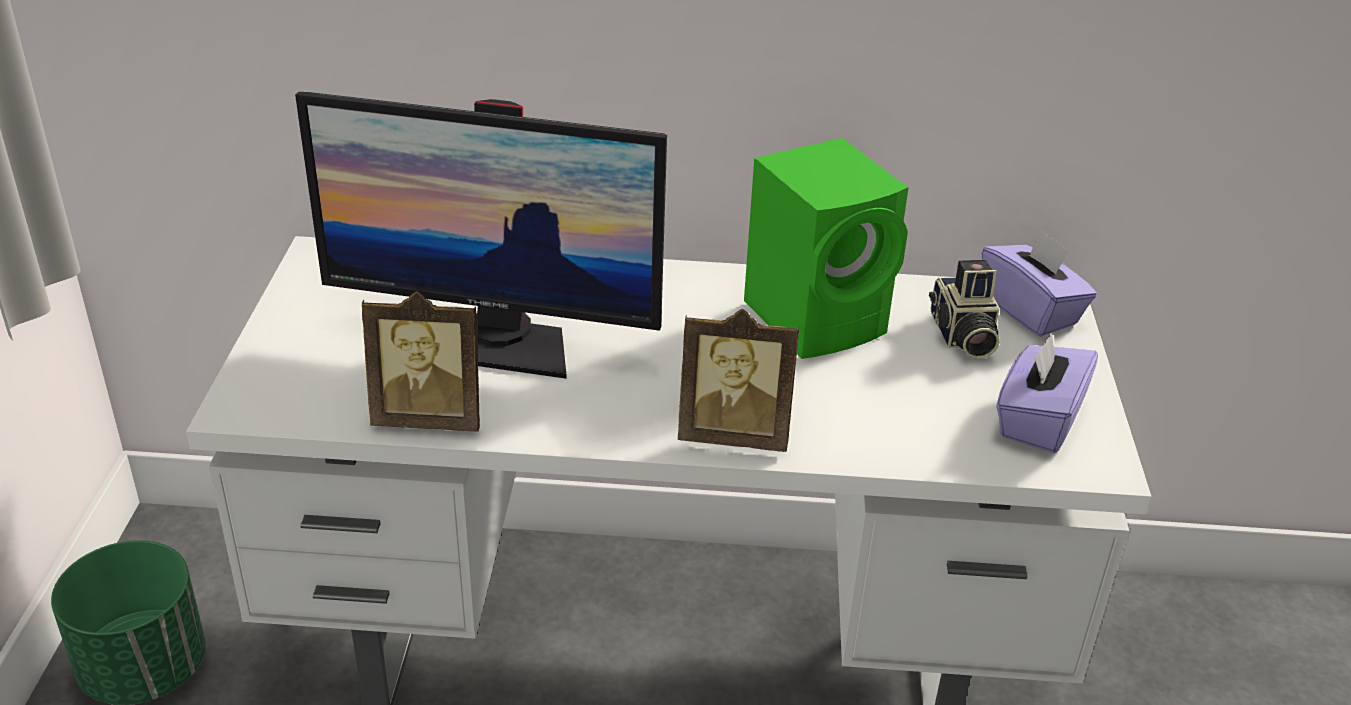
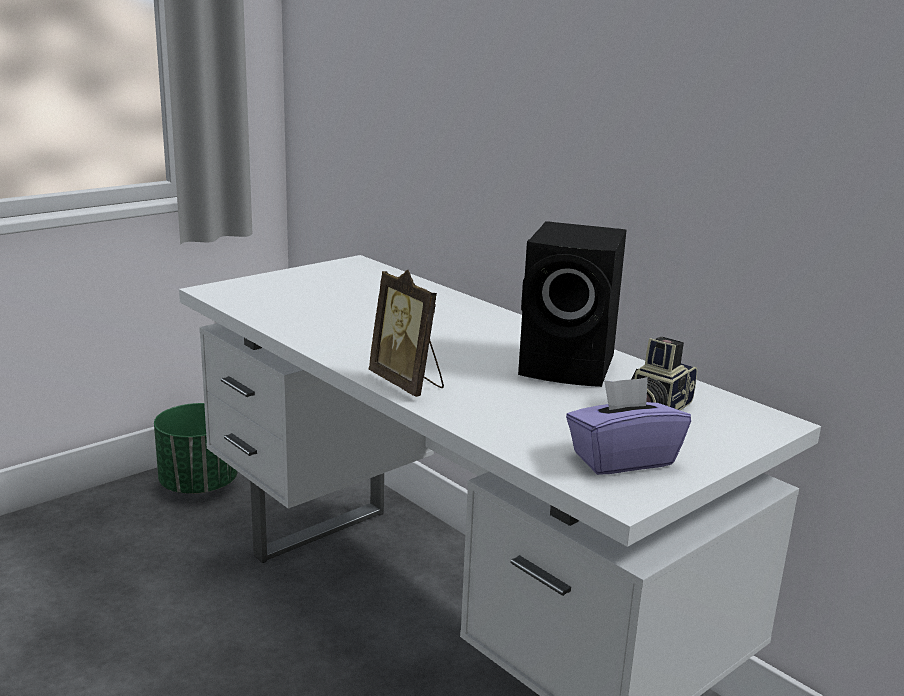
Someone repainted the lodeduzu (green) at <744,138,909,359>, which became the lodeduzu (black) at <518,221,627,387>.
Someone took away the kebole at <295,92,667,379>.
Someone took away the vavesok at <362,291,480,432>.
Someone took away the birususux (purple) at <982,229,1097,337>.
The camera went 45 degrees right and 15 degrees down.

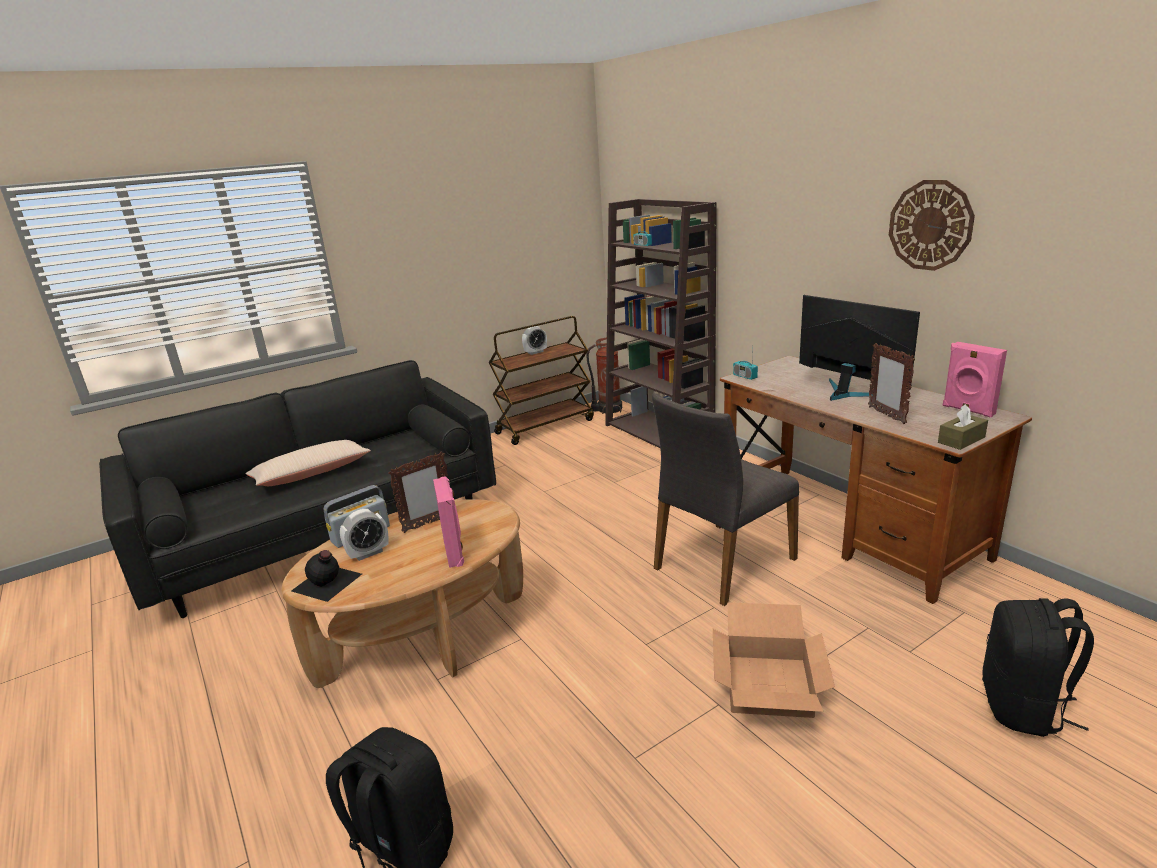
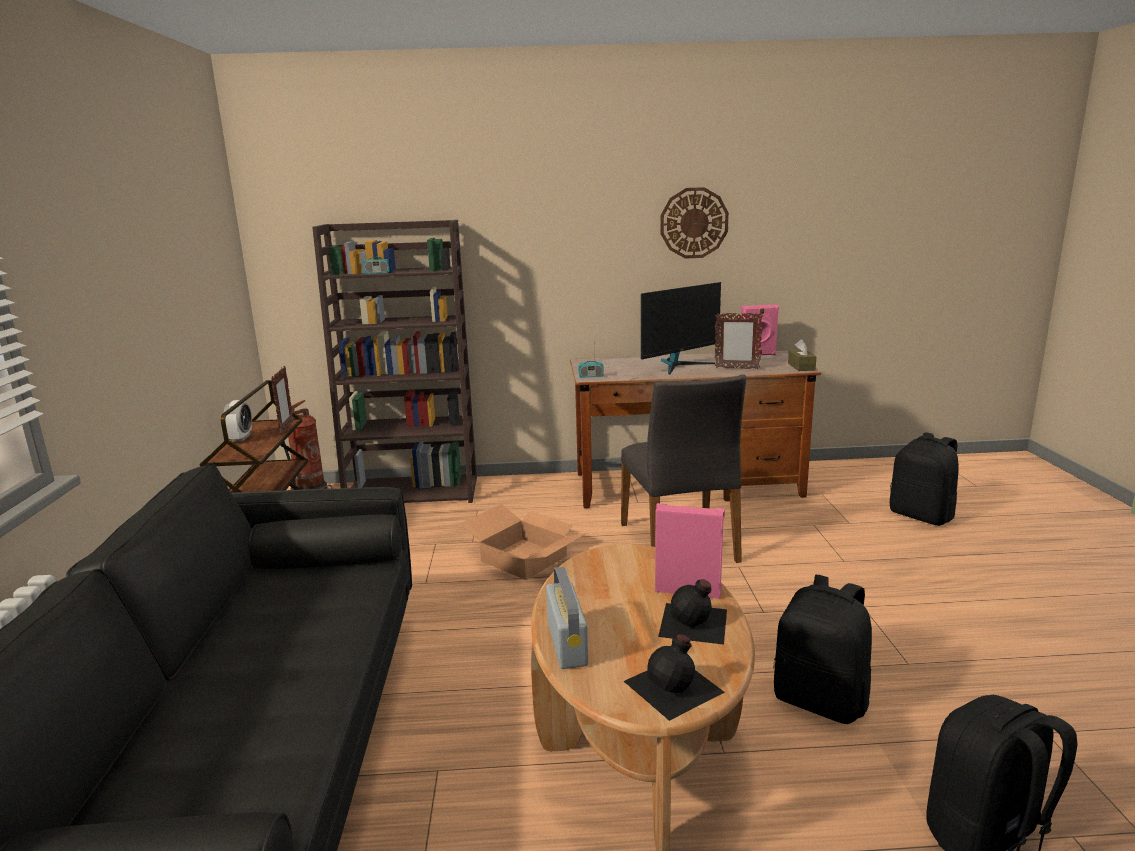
Someone carried the vavesok from <388,451,448,533> to <271,366,294,435>.
Someone carried the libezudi from <713,602,835,718> to <460,504,587,580>.
Someone rotated the kebole at <799,295,920,401> by 150 degrees clockwise.
Someone put down the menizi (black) at <658,579,727,644>.
Someone put down the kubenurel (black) at <774,575,872,724>.
Someone took away the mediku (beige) at <246,440,371,486>.
Someone took away the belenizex at <340,509,389,561>.
The camera went 60 degrees left and 5 degrees down.

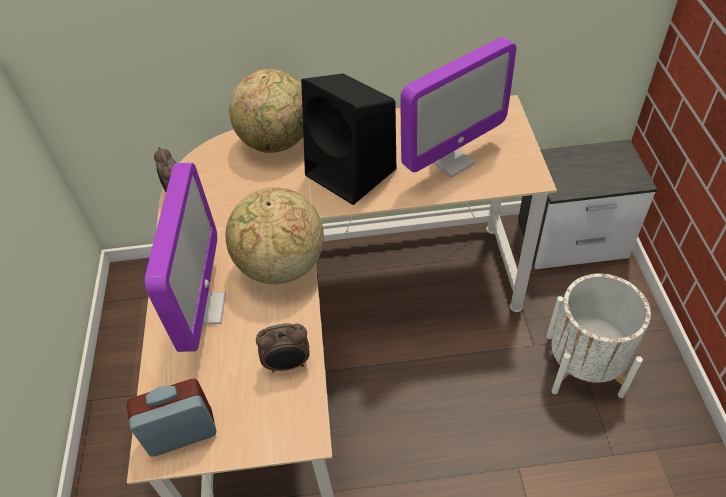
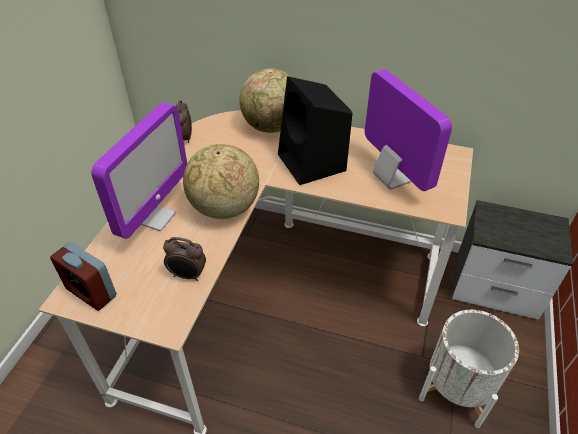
Someone rotated the belenizex at <127,379,217,457> by 150 degrees counterclockwise.
Someone rotated the kebole at <401,37,517,177> by 105 degrees counterclockwise.
The camera went 20 degrees right and 5 degrees down.

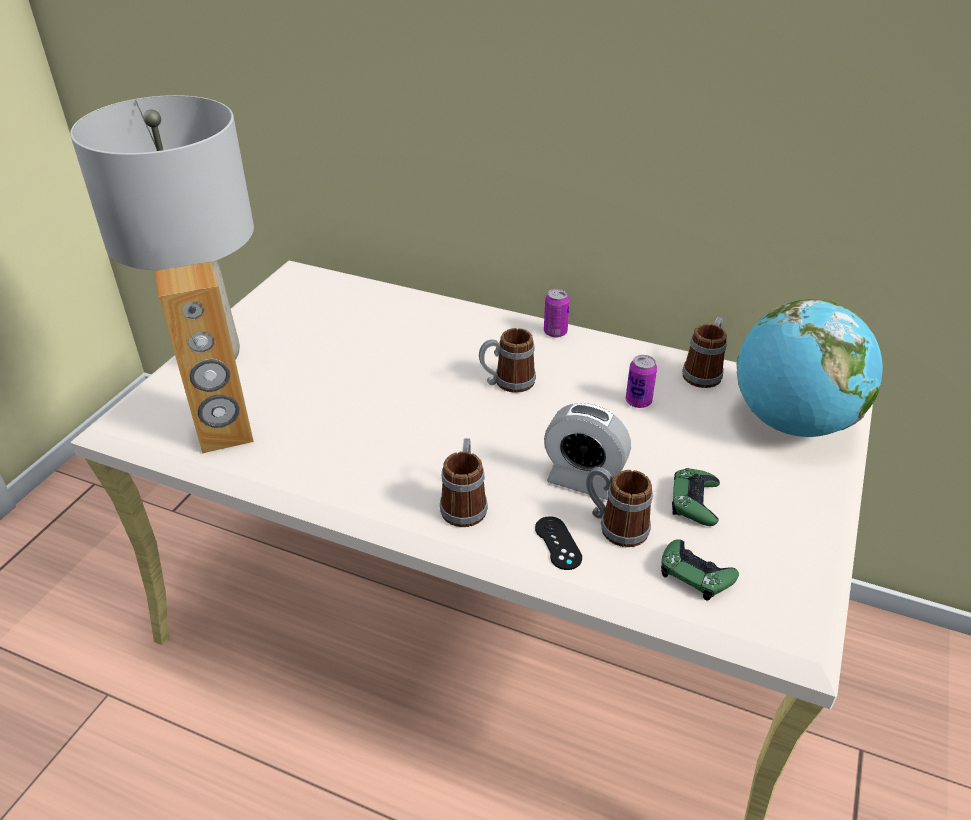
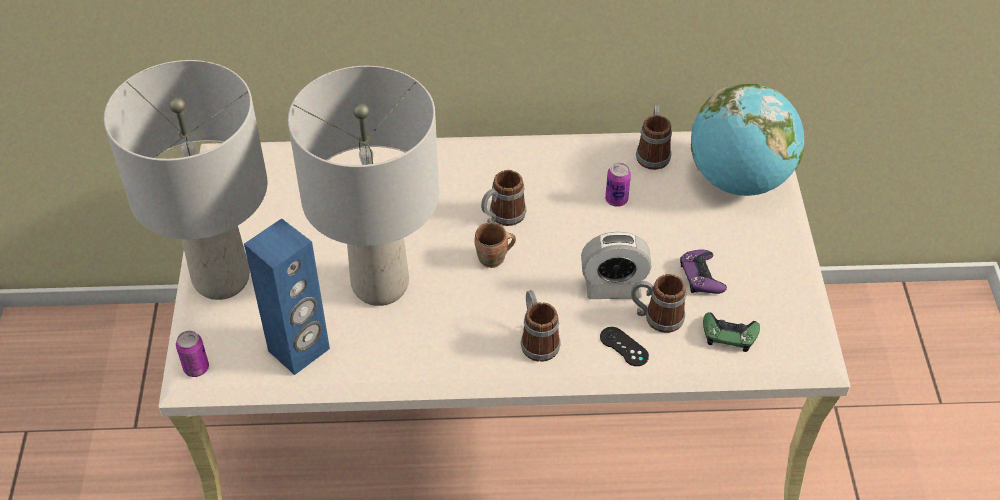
Someone carried the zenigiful from <544,288,570,337> to <176,331,209,377>.
Someone repainted the lodeduzu (brown) at <155,262,254,453>, which became the lodeduzu (blue) at <244,219,330,375>.
Someone put down the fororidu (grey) at <288,66,439,306>.
Someone put down the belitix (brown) at <475,223,516,268>.
Someone repainted the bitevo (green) at <672,468,720,526>, which became the bitevo (purple) at <680,249,727,294>.
The camera went 25 degrees left and 10 degrees up.

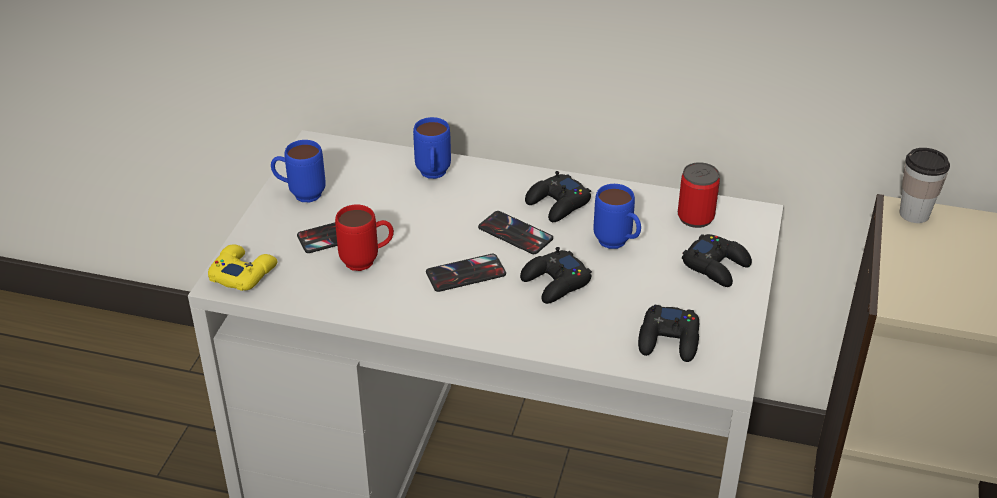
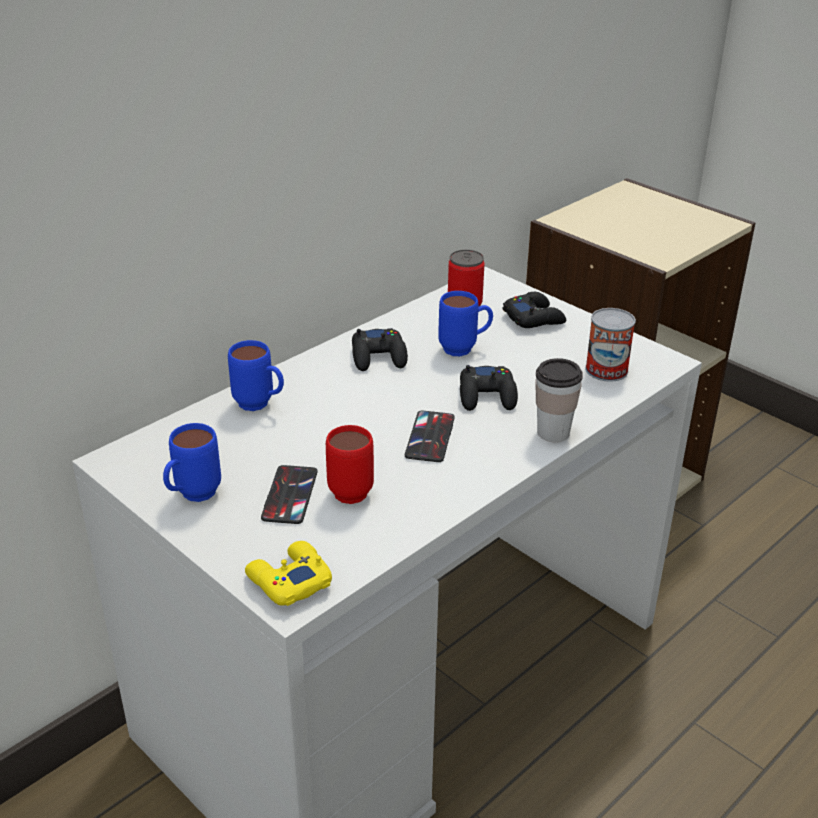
Someone carried the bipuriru from <899,148,950,223> to <536,358,583,442>.
Someone swapped the bitevo (black) at <638,304,699,362> for the zenigiful at <585,308,636,382>.
Someone took away the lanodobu at <478,211,553,254>.
The camera went 60 degrees left and 5 degrees down.

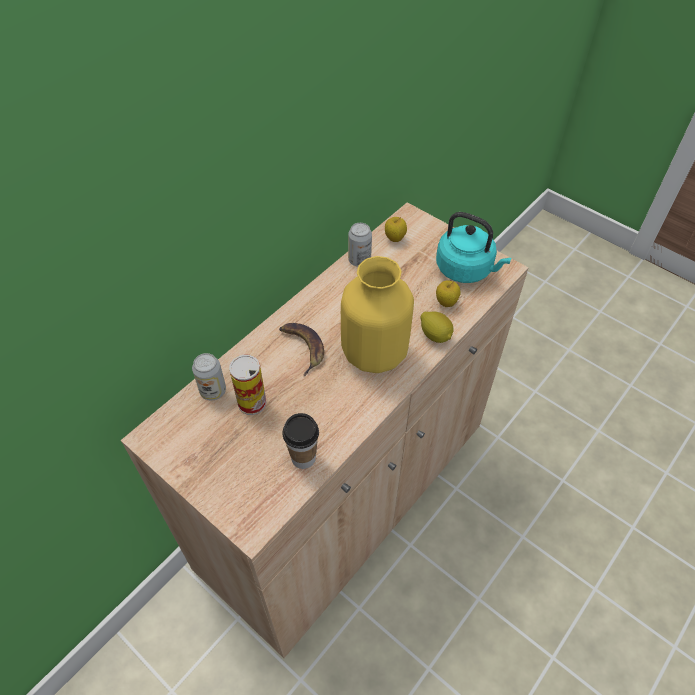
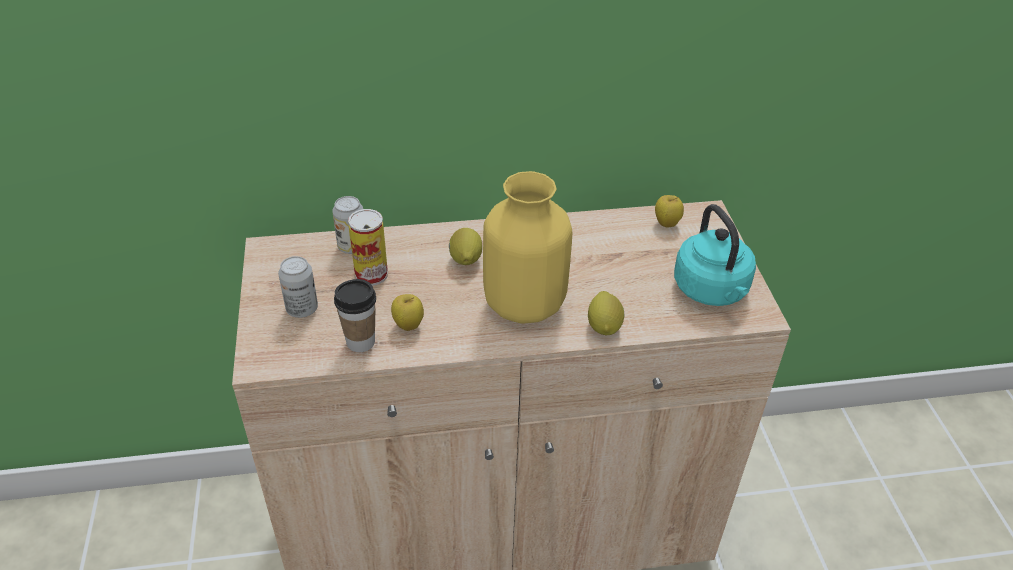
Someone carried the zenigiful from <348,223,372,267> to <278,256,318,318>.
Someone carried the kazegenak from <436,280,461,307> to <391,294,424,331>.
Someone swapped the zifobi at <279,323,324,376> for the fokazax at <449,228,482,265>.
The camera went 40 degrees right and 10 degrees down.

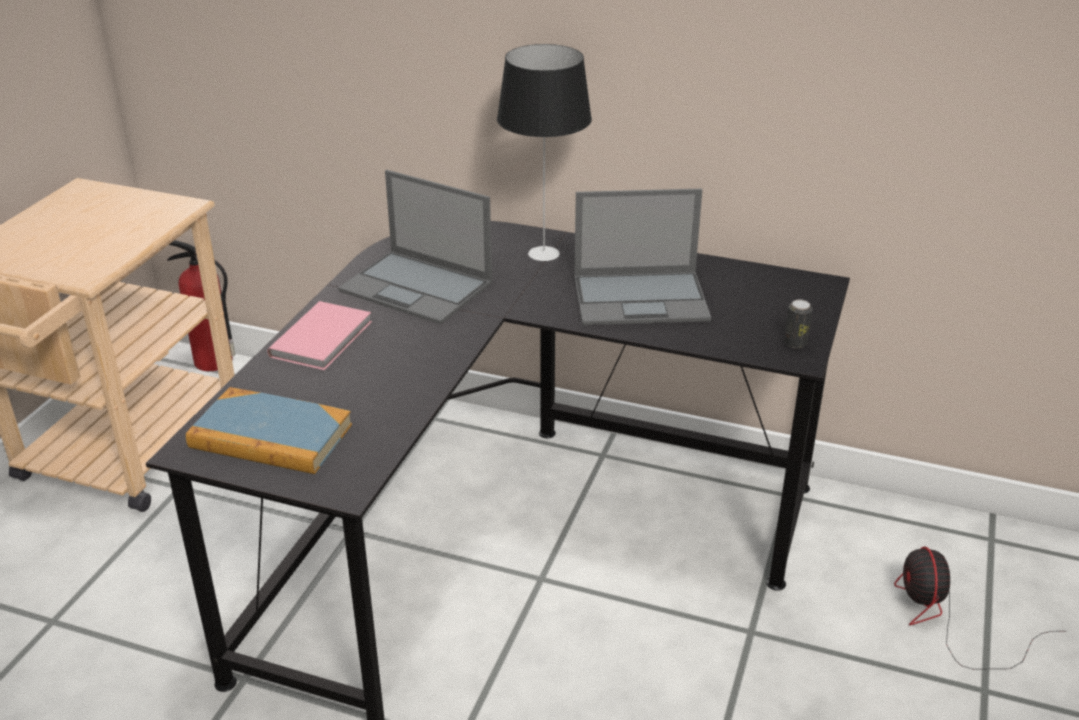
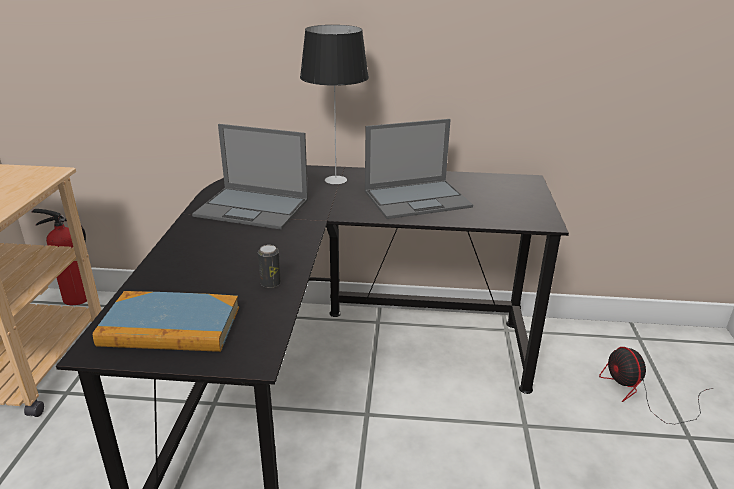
Someone carried the zenigiful from <784,300,813,348> to <258,245,281,288>.
Someone took away the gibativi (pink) at <267,301,372,370>.
The camera went 15 degrees left and 5 degrees down.

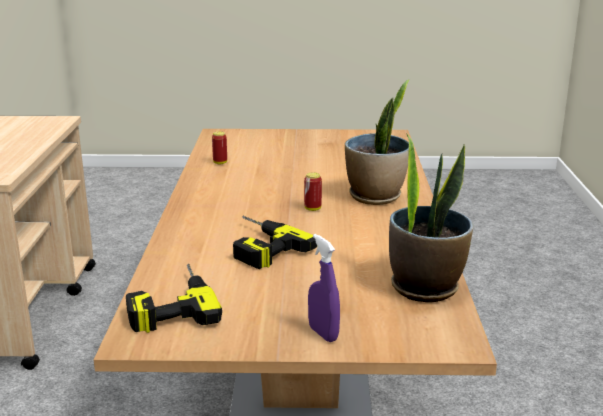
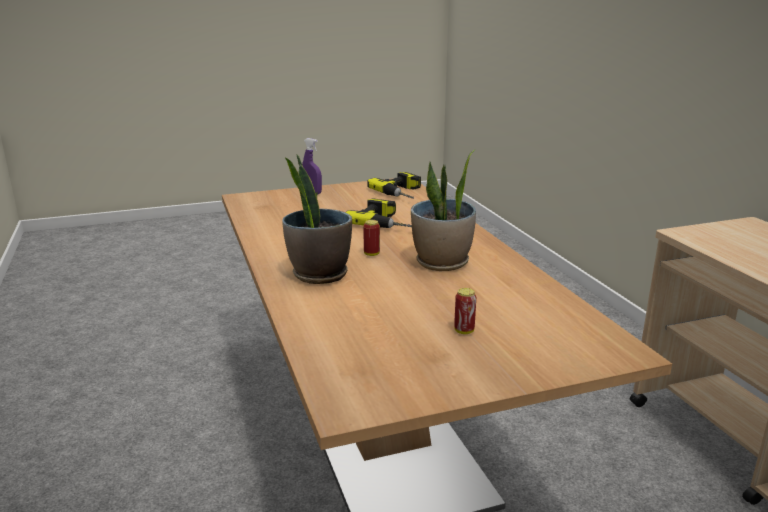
Someone carried the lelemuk from <389,133,474,302> to <411,150,476,271>.
Someone carried the zenigiful from <212,131,227,164> to <454,288,476,334>.
The camera went 160 degrees right and 0 degrees up.

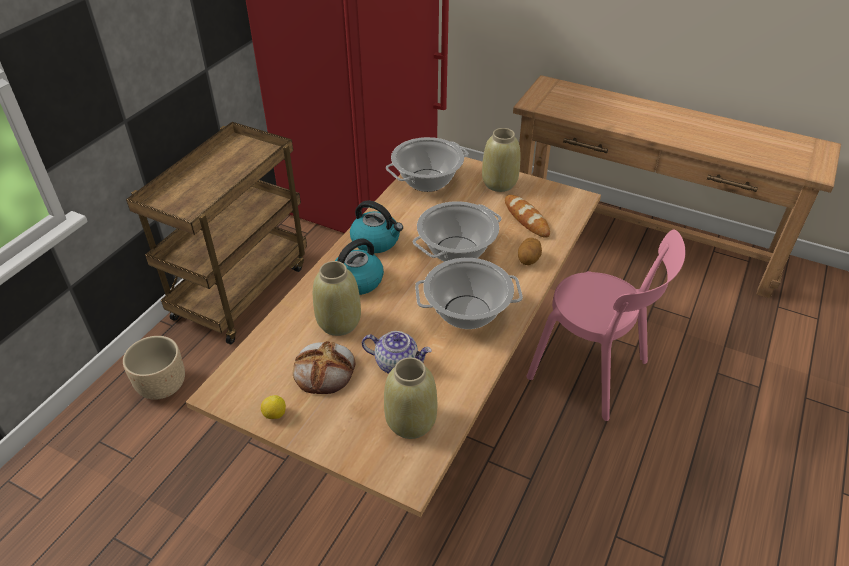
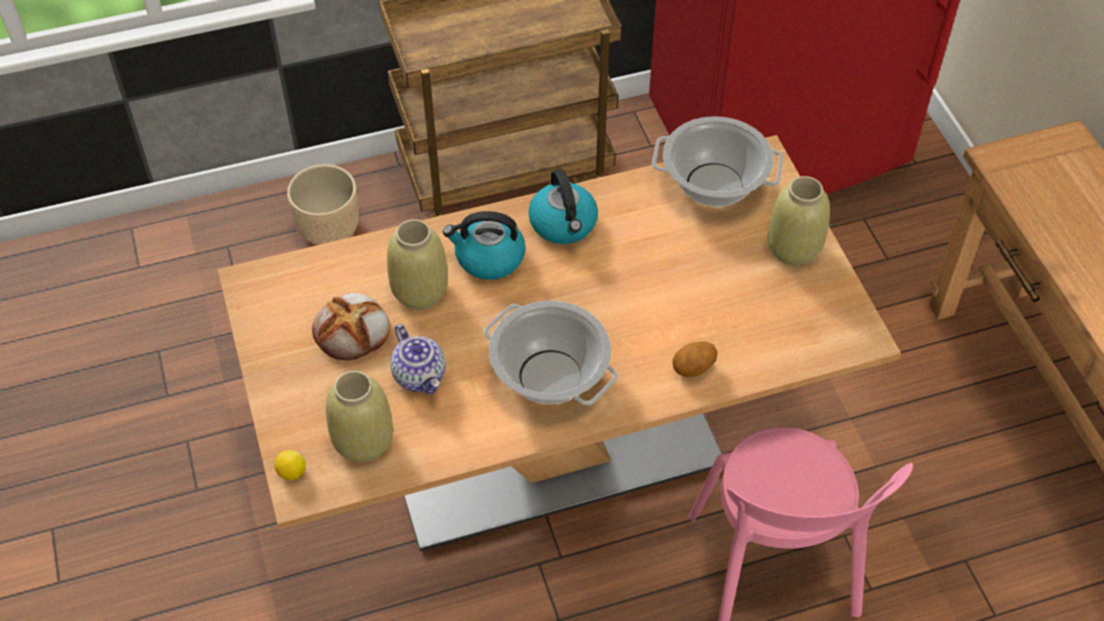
Someone carried the fokazax from <261,395,286,419> to <274,450,306,480>.
Someone took away the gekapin at <413,201,502,262>.
Someone took away the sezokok at <505,195,550,238>.
The camera went 45 degrees right and 10 degrees up.

